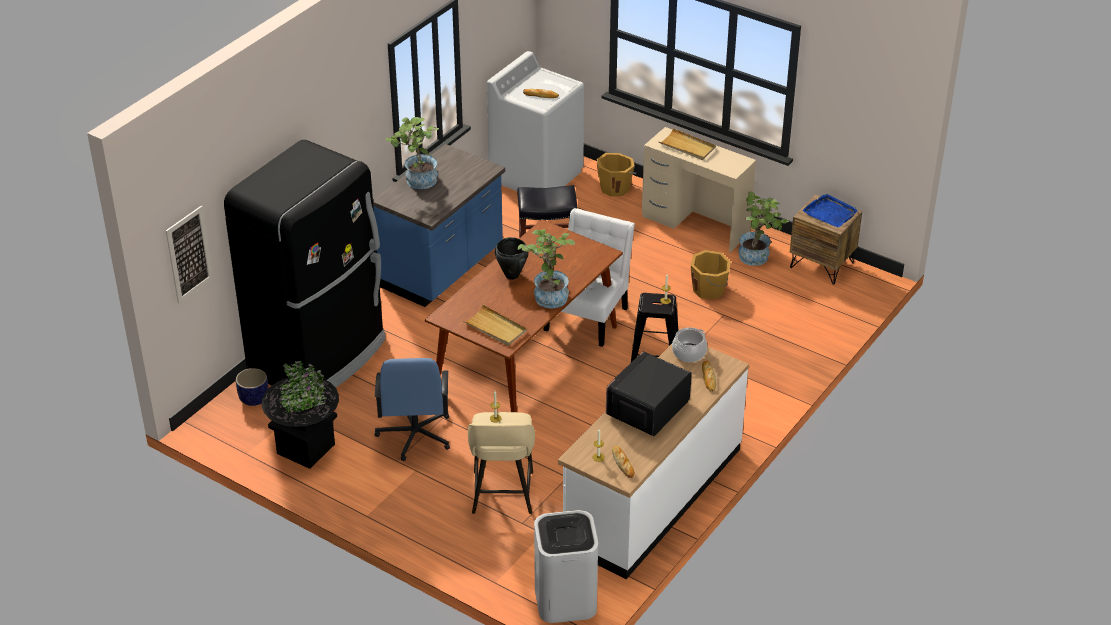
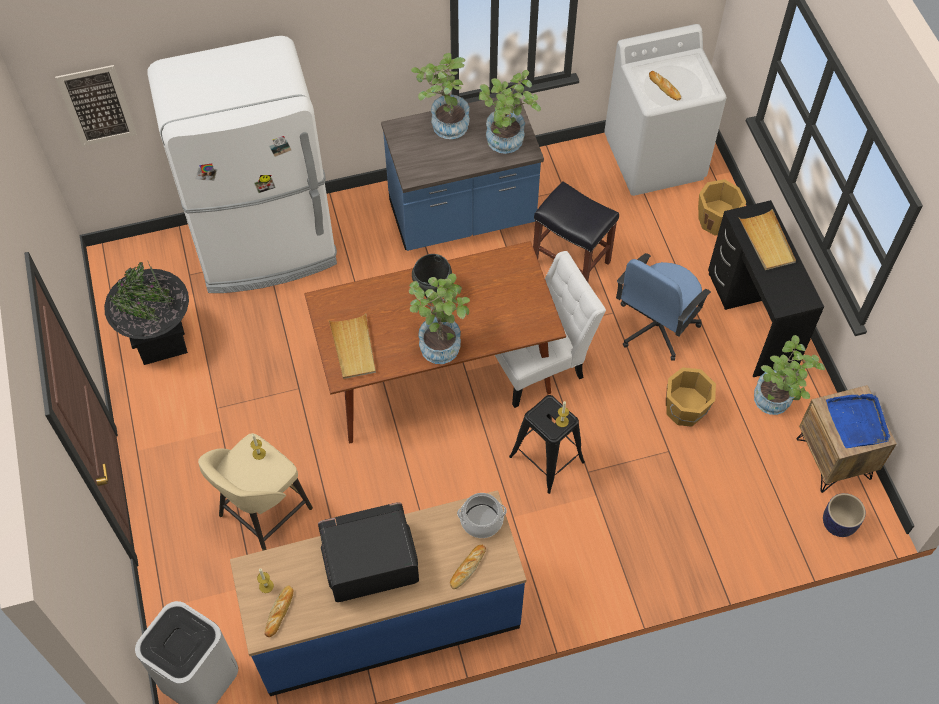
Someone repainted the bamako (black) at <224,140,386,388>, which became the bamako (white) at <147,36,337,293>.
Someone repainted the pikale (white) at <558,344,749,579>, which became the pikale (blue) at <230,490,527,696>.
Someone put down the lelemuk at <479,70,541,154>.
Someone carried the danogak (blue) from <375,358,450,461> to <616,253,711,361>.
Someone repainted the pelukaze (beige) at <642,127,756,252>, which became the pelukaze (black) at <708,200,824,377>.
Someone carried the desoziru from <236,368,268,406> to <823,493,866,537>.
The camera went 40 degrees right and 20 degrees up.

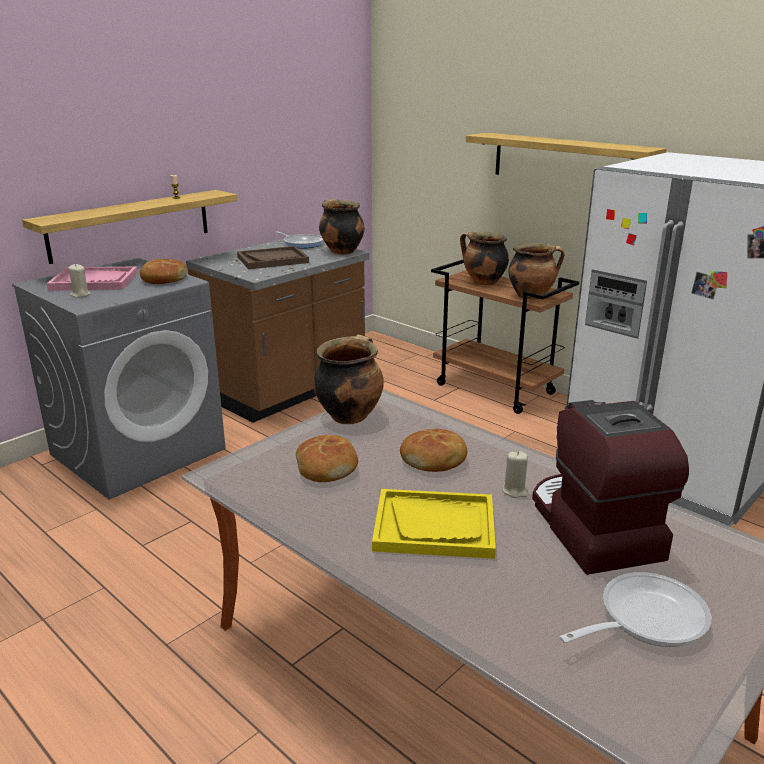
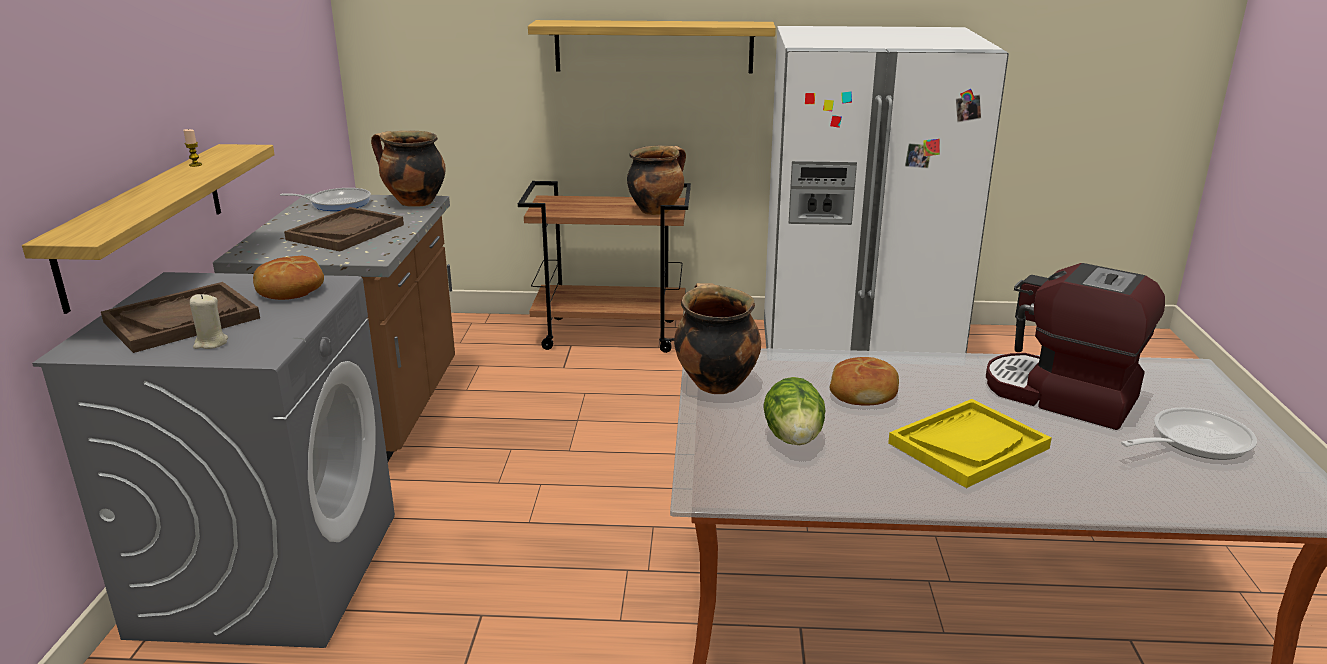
Someone repainted the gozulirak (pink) at <47,266,138,290>, which became the gozulirak (brown) at <101,282,260,353>.
Someone swapped the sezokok at <296,435,358,482> for the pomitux at <764,377,826,445>.
Someone rotated the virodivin at <559,572,711,647> by 45 degrees clockwise.
Someone took away the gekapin at <460,232,509,285>.
Someone took away the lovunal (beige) at <502,451,528,498>.
The camera went 40 degrees left and 0 degrees up.

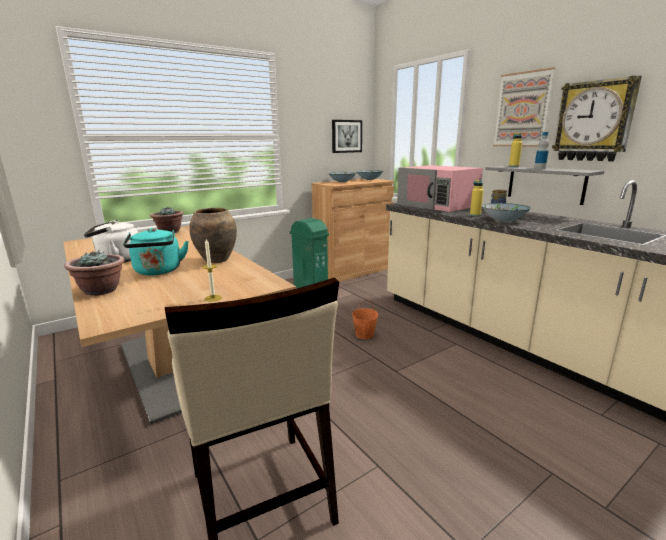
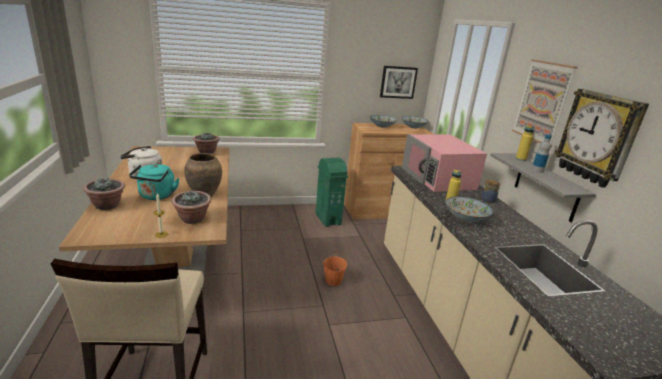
Someone put down the lelemuk at <172,191,211,224>.
The camera went 20 degrees right and 5 degrees up.

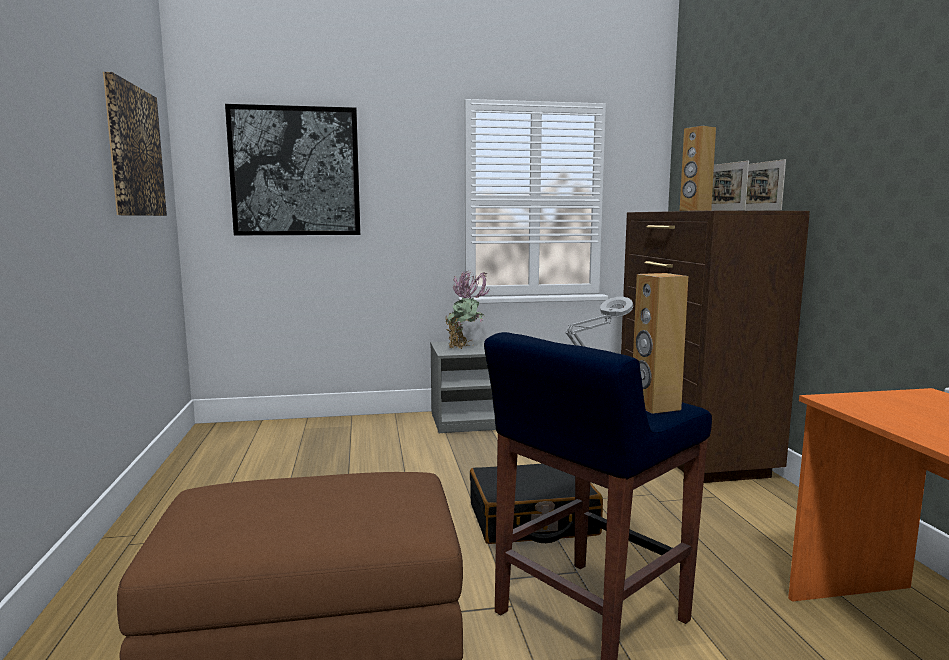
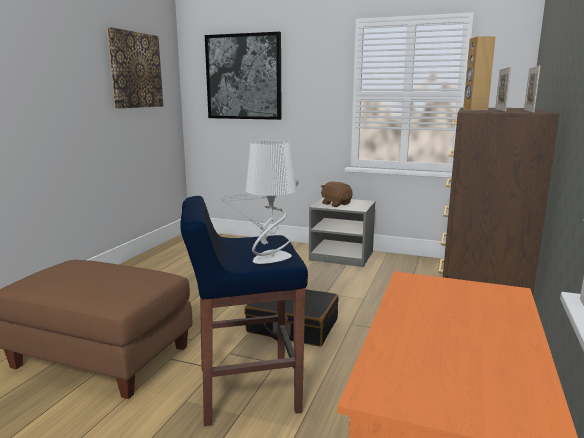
Someone swapped the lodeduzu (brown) at <633,273,688,414> for the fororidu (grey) at <246,140,296,264>.
Someone swapped the lelemuk at <446,270,489,349> for the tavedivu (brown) at <321,181,353,207>.
The camera went 30 degrees right and 5 degrees up.

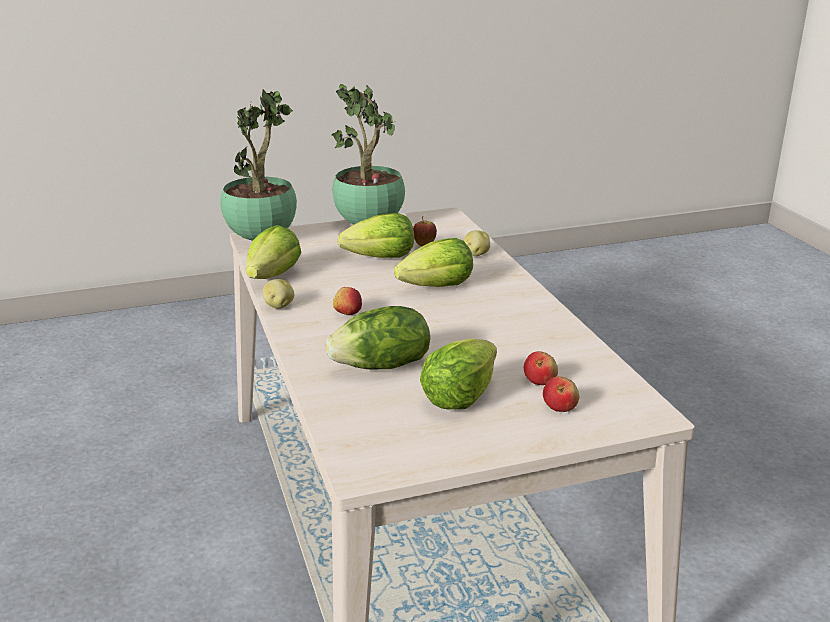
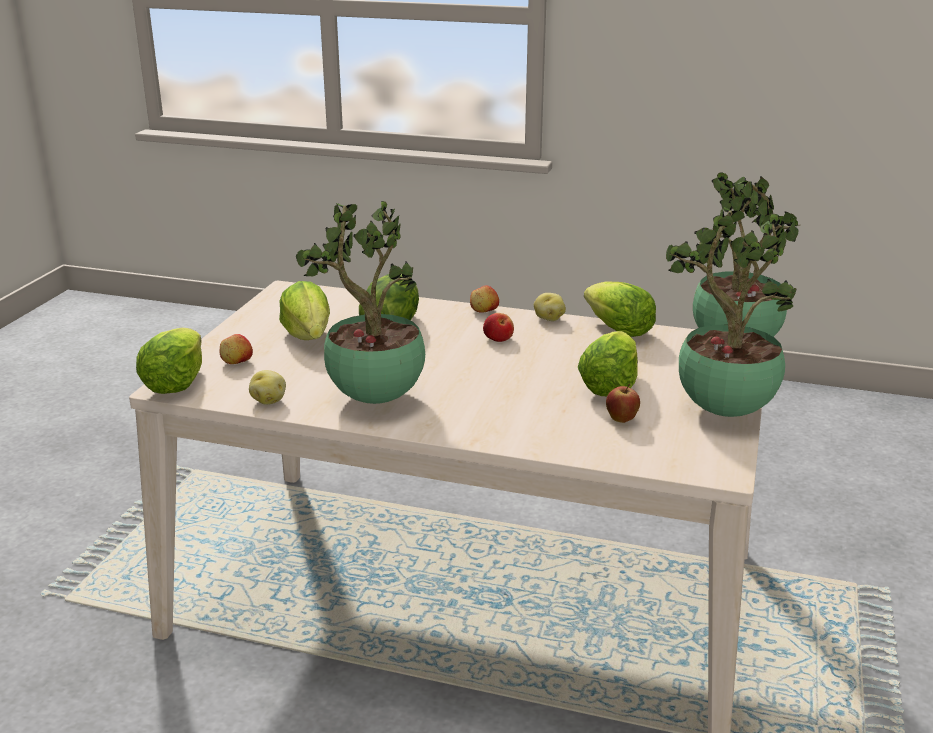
Someone carried the pomitux from <394,238,473,287> to <136,328,202,394>.
Someone carried the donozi from <463,230,490,256> to <249,370,286,405>.
Someone put down the lelemuk at <296,201,425,404>.
Someone carried the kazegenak from <524,351,558,385> to <470,285,499,313>.
The camera went 125 degrees right and 0 degrees up.

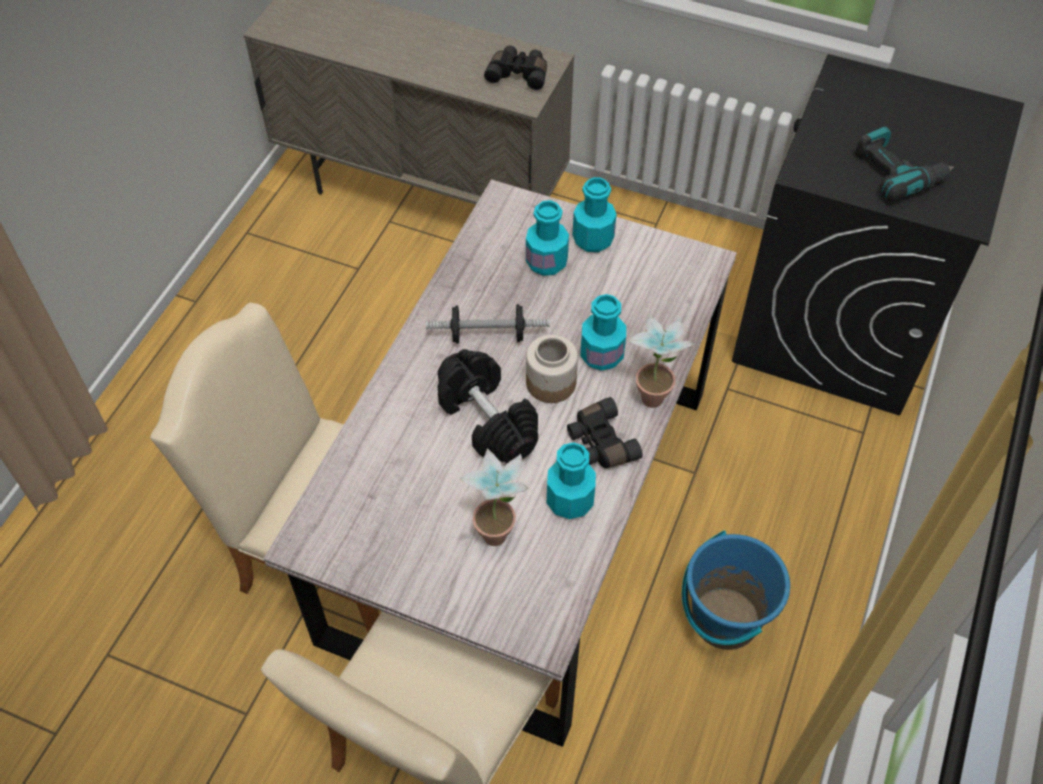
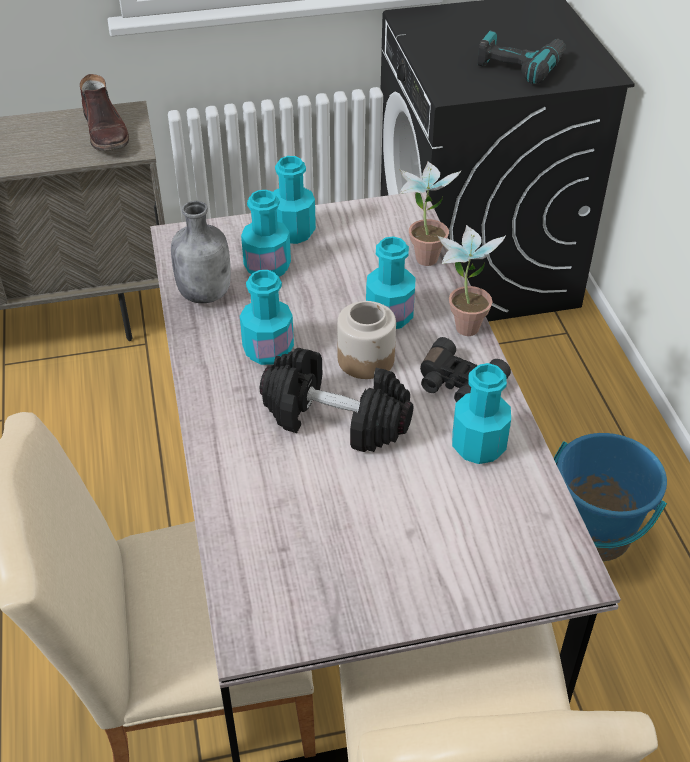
Someone swapped the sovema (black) at <484,46,547,90> for the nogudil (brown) at <80,74,129,151>.
Someone put down the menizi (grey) at <171,201,231,304>.
Someone swapped the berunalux at <426,304,550,344> for the menizi (turquoise) at <240,270,294,365>.
Someone carried the lelemuk from <460,448,529,546> to <399,162,462,266>.
The camera went 35 degrees left and 10 degrees down.

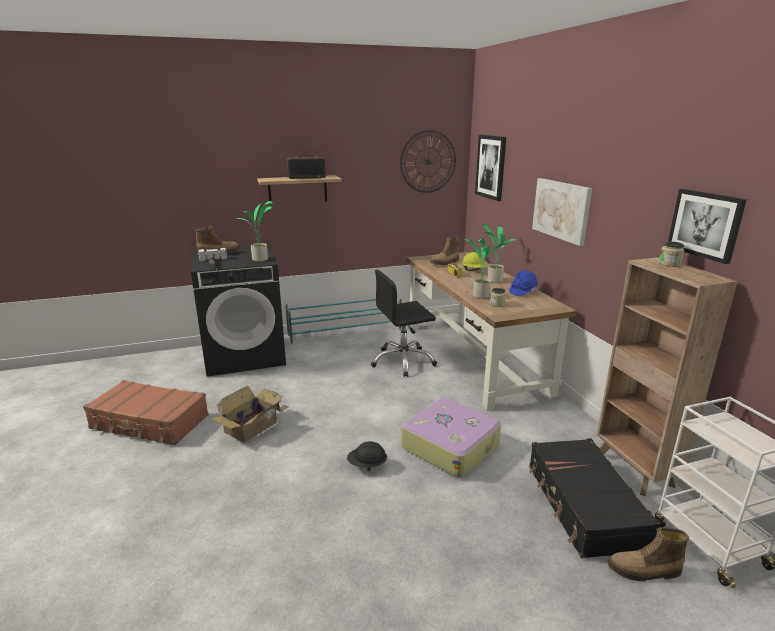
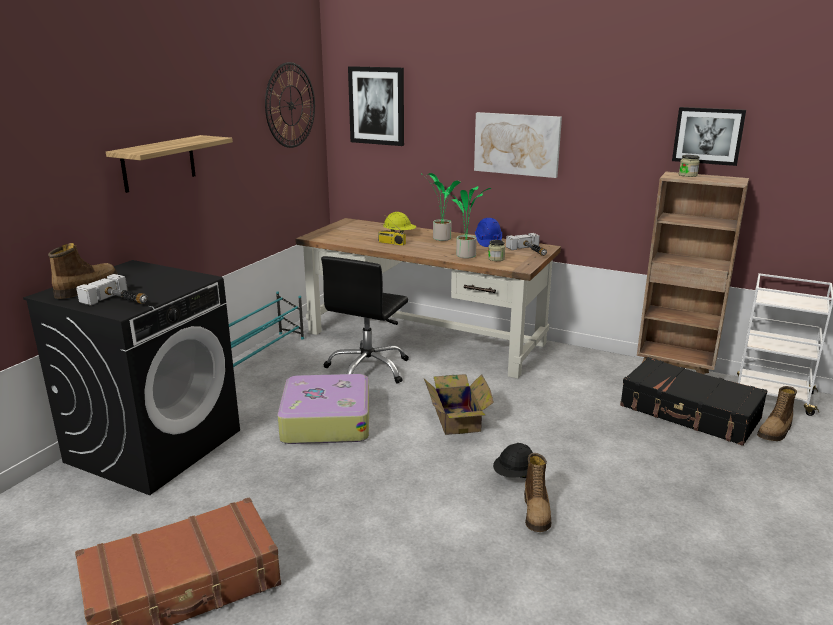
Someone carried the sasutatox from <401,398,501,477> to <277,374,369,444>.
Someone carried the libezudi from <211,386,289,443> to <424,374,494,435>.
Someone put down the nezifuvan at <506,233,547,256>.
Someone carried the nogudil from <430,237,459,265> to <524,453,551,532>.
Someone took away the lelemuk at <237,201,273,262>.
Someone took away the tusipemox at <287,155,326,179>.
The camera went 45 degrees left and 0 degrees up.

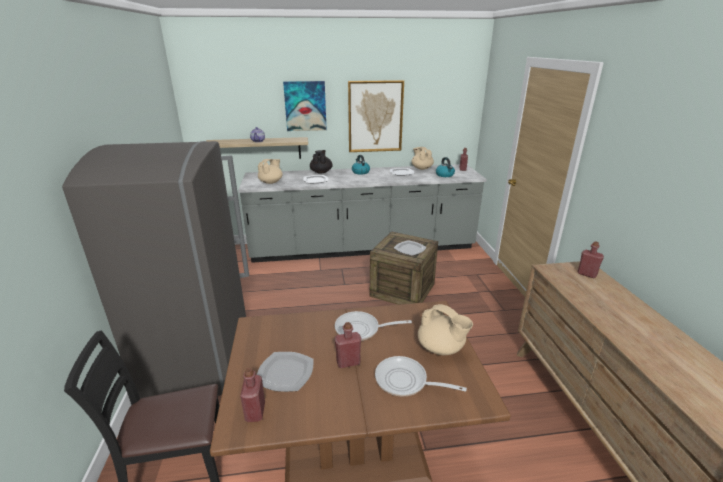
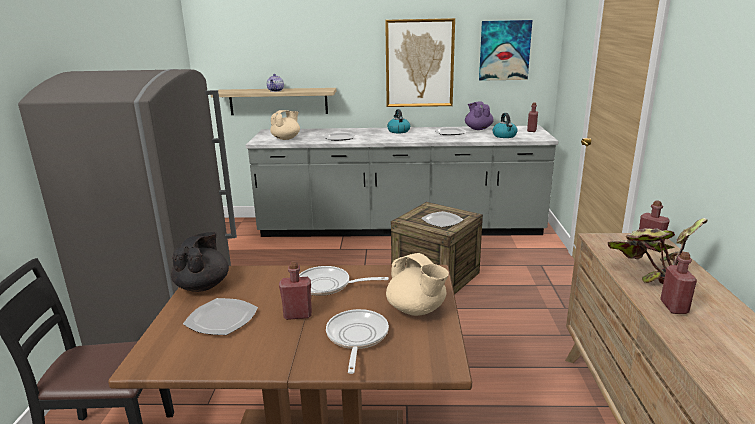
Someone carried the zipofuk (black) from <310,150,333,174> to <171,232,229,292>.
Someone rotated the virodivin at <375,356,467,397> by 60 degrees clockwise.
Someone repainted the zipofuk (beige) at <411,147,434,170>, which became the zipofuk (purple) at <465,101,494,130>.
Someone carried the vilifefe from <283,81,327,131> to <479,20,532,81>.
Someone put down the lelemuk at <608,218,708,284>.
Someone carried the menizi (red) from <240,368,265,422> to <660,252,697,314>.
The camera went 10 degrees right and 5 degrees down.

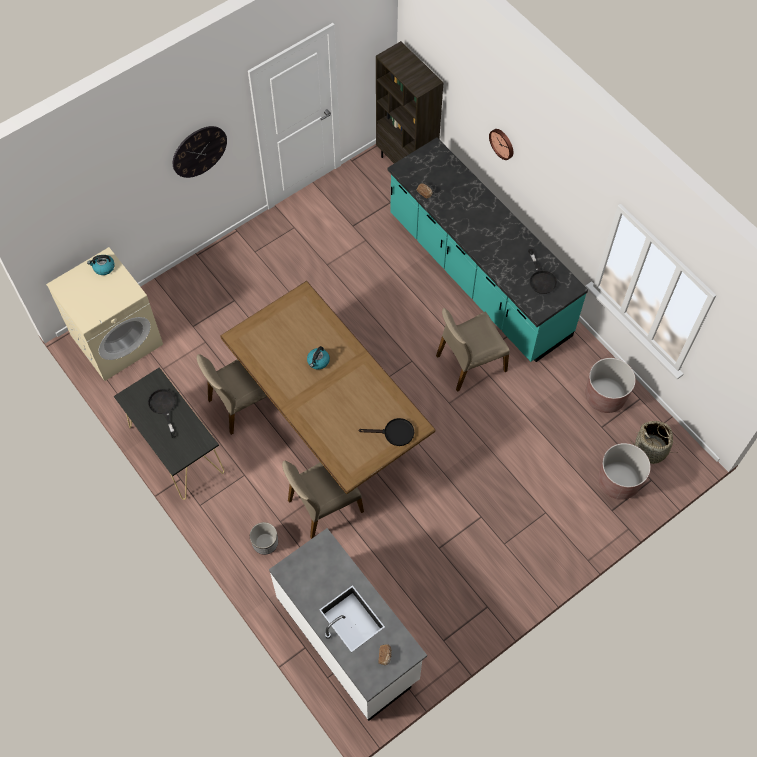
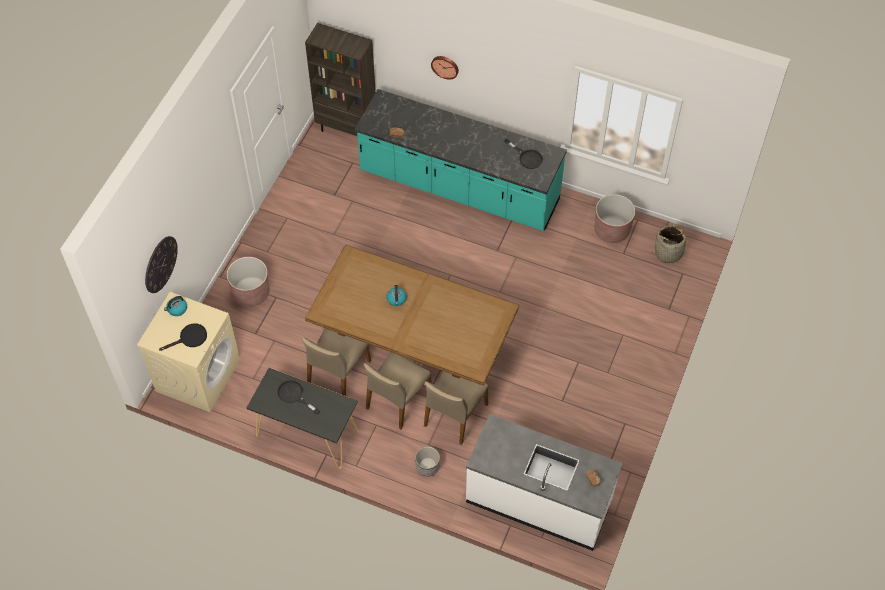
Someone carried the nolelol from <173,126,227,178> to <145,236,178,293>.
Someone carried the virodivin (black) from <358,418,414,446> to <159,324,207,351>.
Someone carried the desoziru (brown) from <598,443,651,500> to <227,257,269,307>.
Someone carried the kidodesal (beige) from <436,308,510,392> to <364,352,432,429>.
The camera went 30 degrees left and 5 degrees down.

